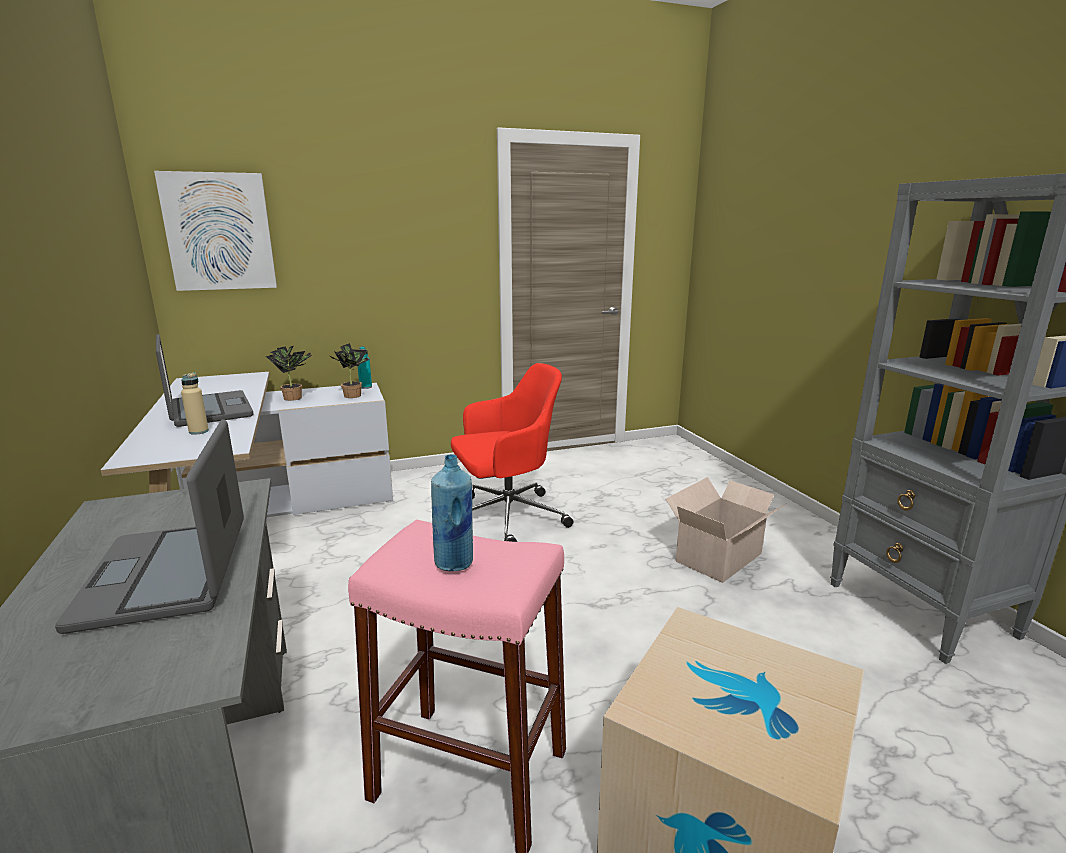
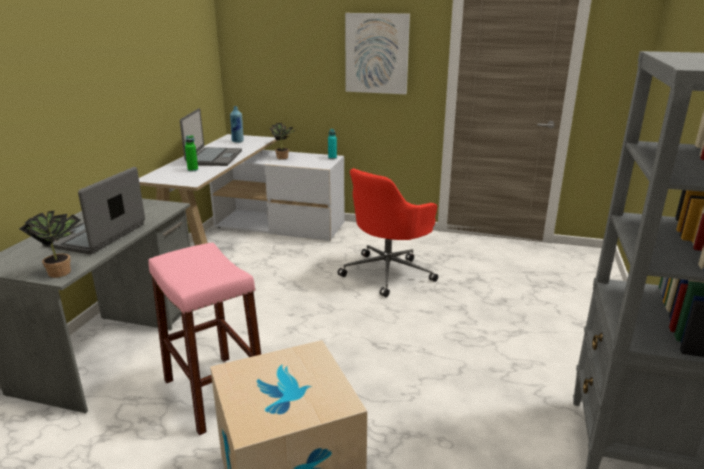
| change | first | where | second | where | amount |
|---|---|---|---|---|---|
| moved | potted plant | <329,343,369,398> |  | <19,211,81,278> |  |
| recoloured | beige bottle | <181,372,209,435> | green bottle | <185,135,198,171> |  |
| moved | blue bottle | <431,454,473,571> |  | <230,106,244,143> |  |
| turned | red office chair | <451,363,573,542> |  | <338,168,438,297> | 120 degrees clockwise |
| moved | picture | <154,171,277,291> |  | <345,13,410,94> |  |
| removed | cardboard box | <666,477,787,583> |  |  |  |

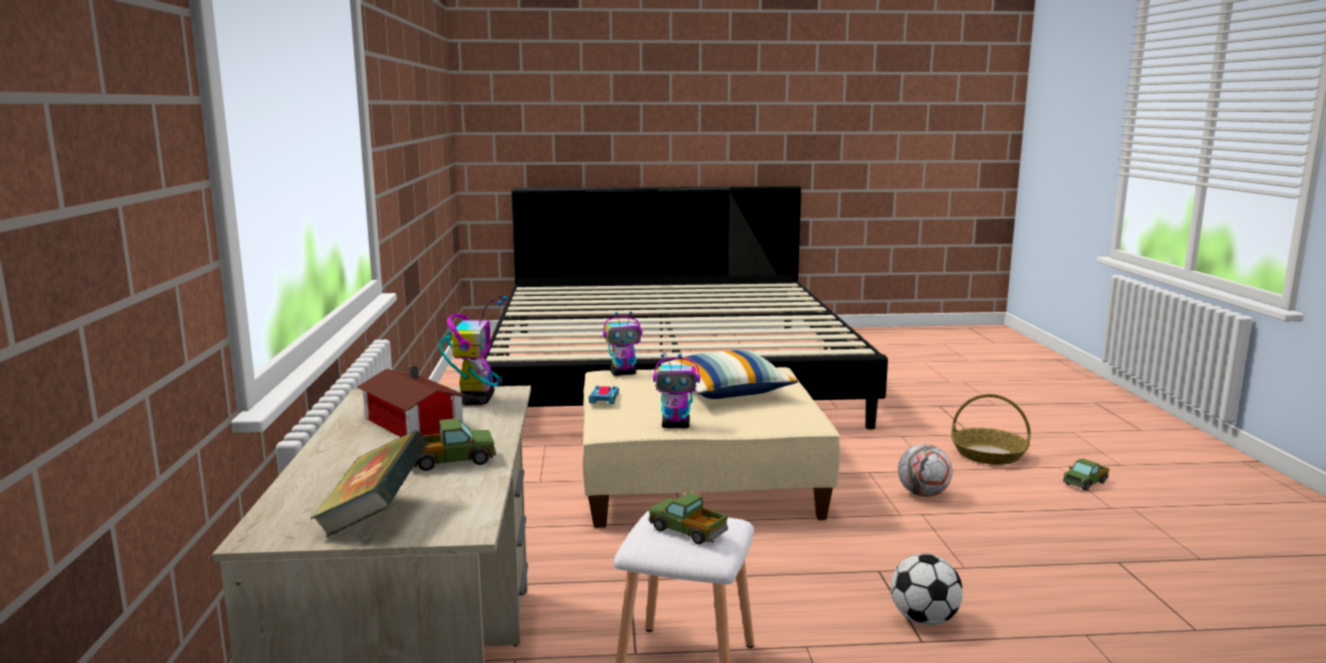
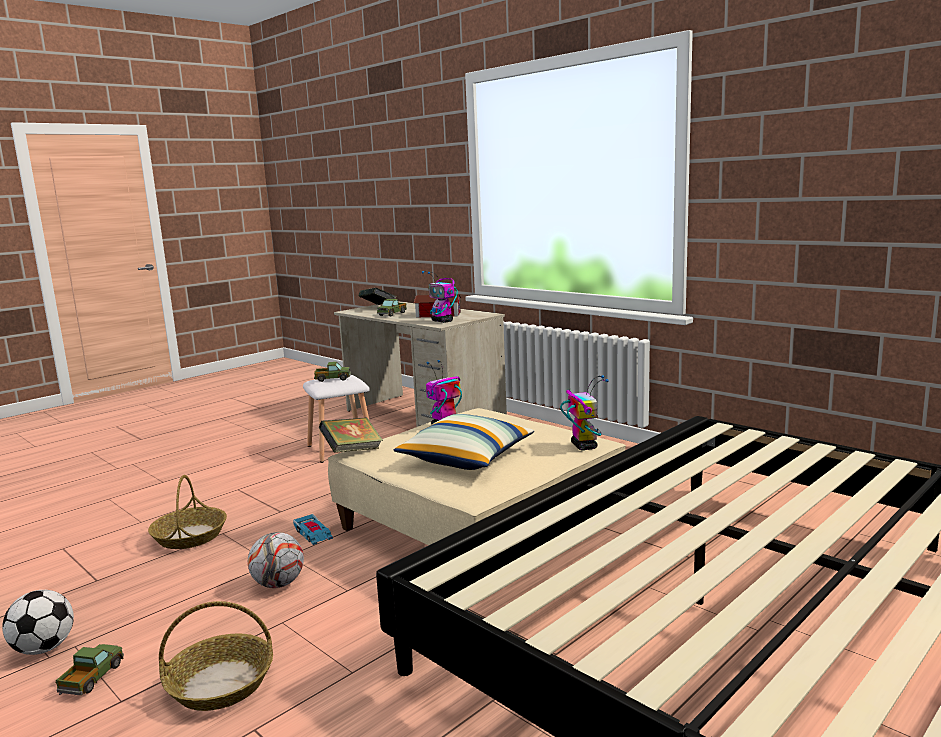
| change | first | where | second | where | amount |
|---|---|---|---|---|---|
| moved | football | <891,554,963,625> |  | <2,590,74,655> |  |
| added |  |  | basket | <148,475,227,549> |  |
| moved | toy car | <589,386,619,404> |  | <293,514,333,545> |  |
| added |  |  | book | <319,417,383,453> |  |
| turned | toy robot | <603,311,642,376> |  | <560,375,609,450> | 135 degrees clockwise |

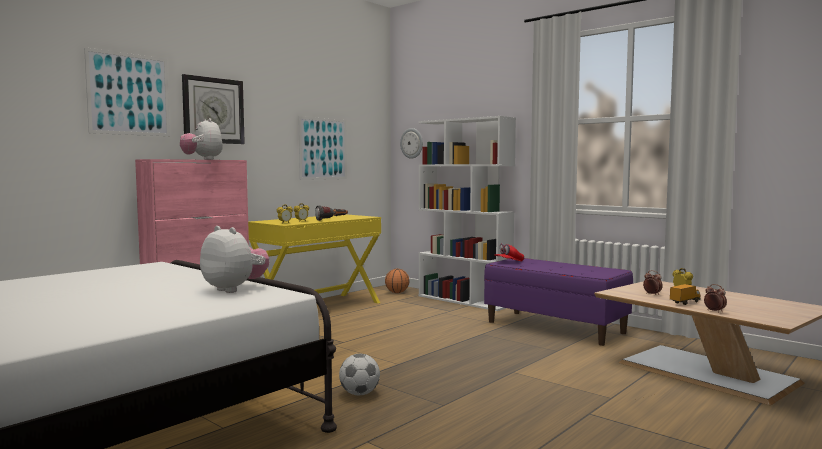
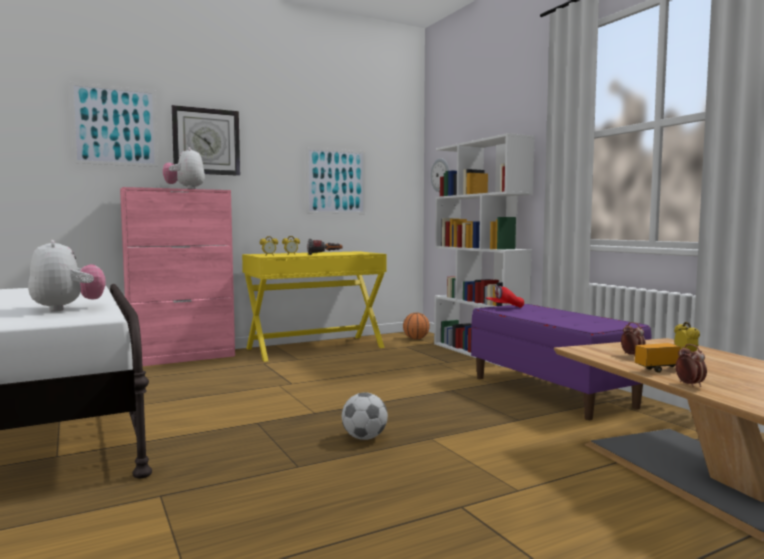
| change | first | where | second | where | amount |
|---|---|---|---|---|---|
| moved | football | <339,354,380,395> |  | <342,392,388,440> |  |

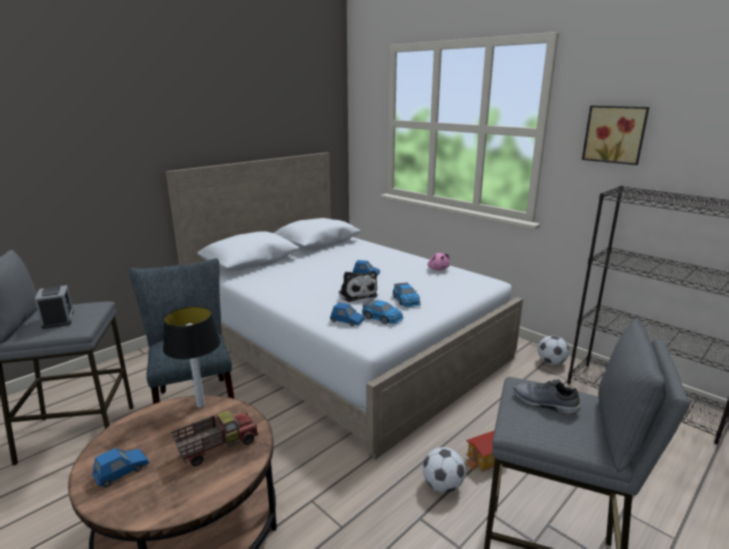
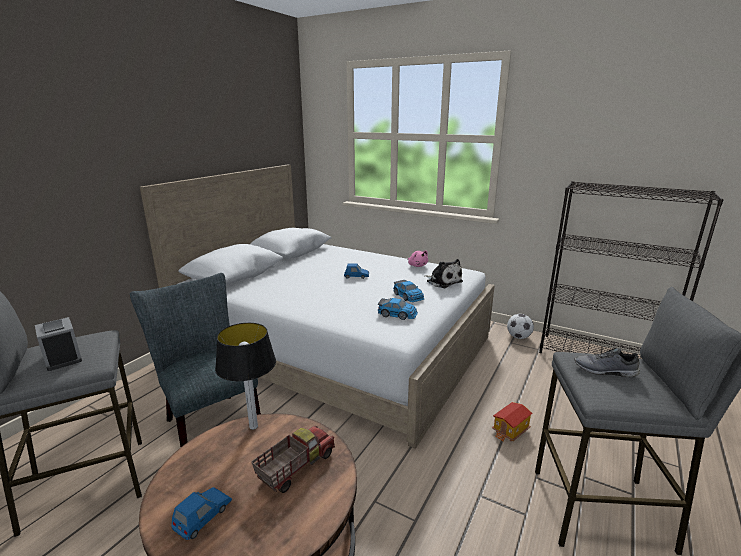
| change | first | where | second | where | amount |
|---|---|---|---|---|---|
| moved | plush toy | <338,270,378,302> |  | <425,259,463,288> |  |
| removed | blue toy car | <330,303,365,326> |  |  |  |
| removed | football | <423,447,466,493> |  |  |  |
| removed | picture | <582,106,649,165> |  |  |  |

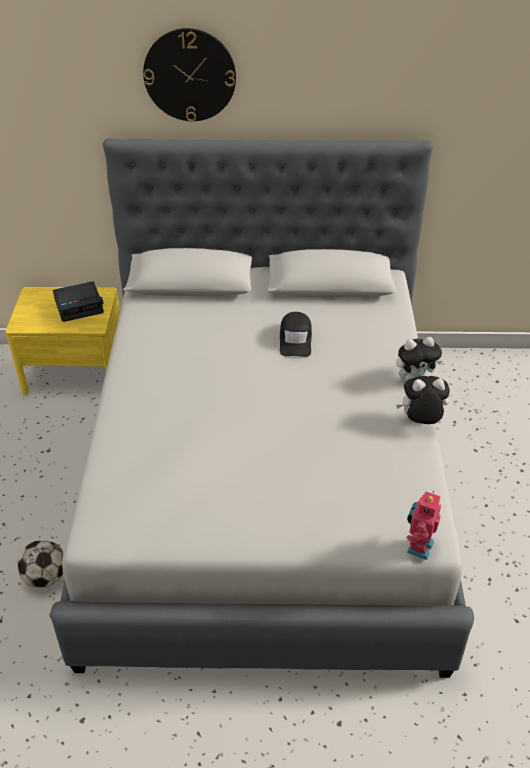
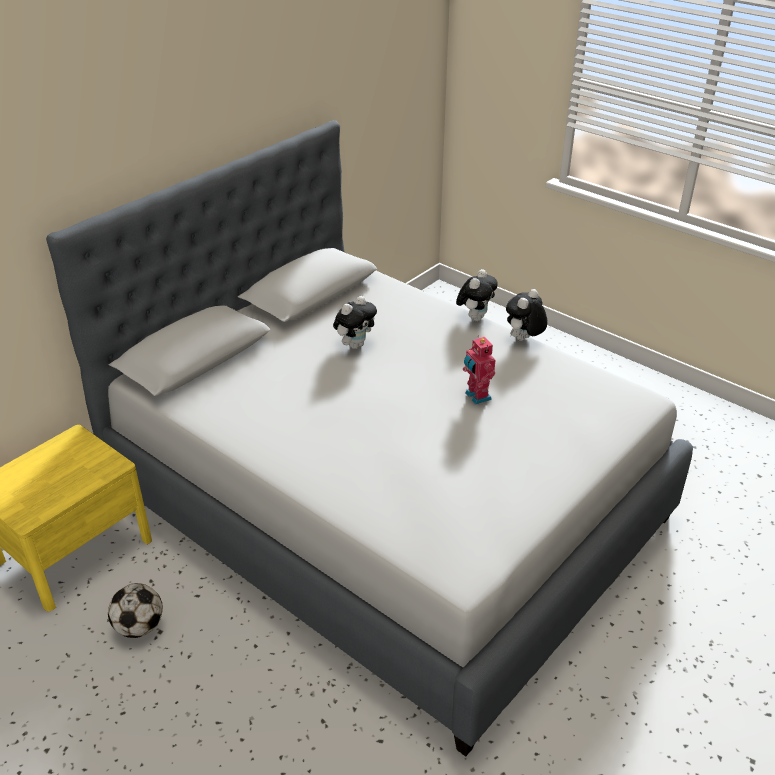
| change | first | where | second | where | amount |
|---|---|---|---|---|---|
| moved | football | <17,540,63,588> |  | <108,583,163,638> |  |
| replaced | black cap | <280,312,312,357> | plush toy | <333,296,377,349> |  |
| moved | toy robot | <407,491,441,560> |  | <463,335,495,405> |  |
| removed | alarm clock | <53,281,104,322> |  |  |  |
| removed | wall clock | <143,28,236,122> |  |  |  |

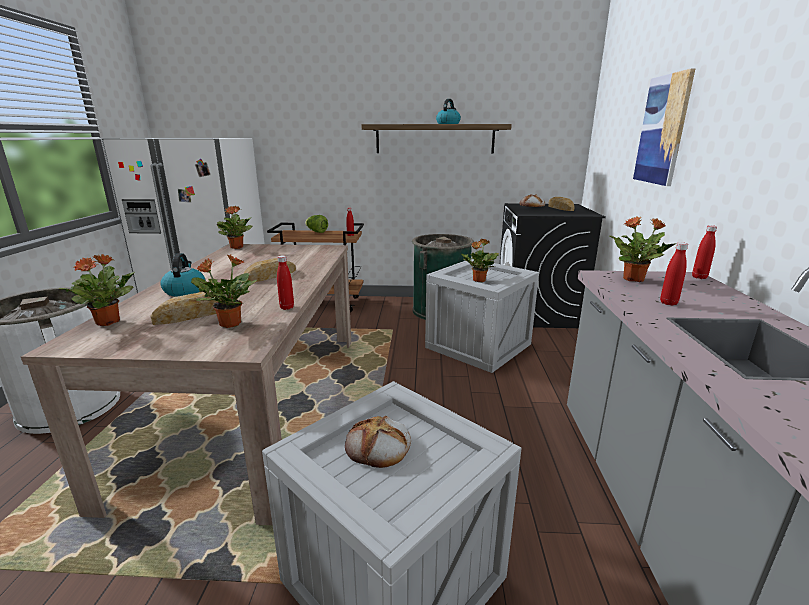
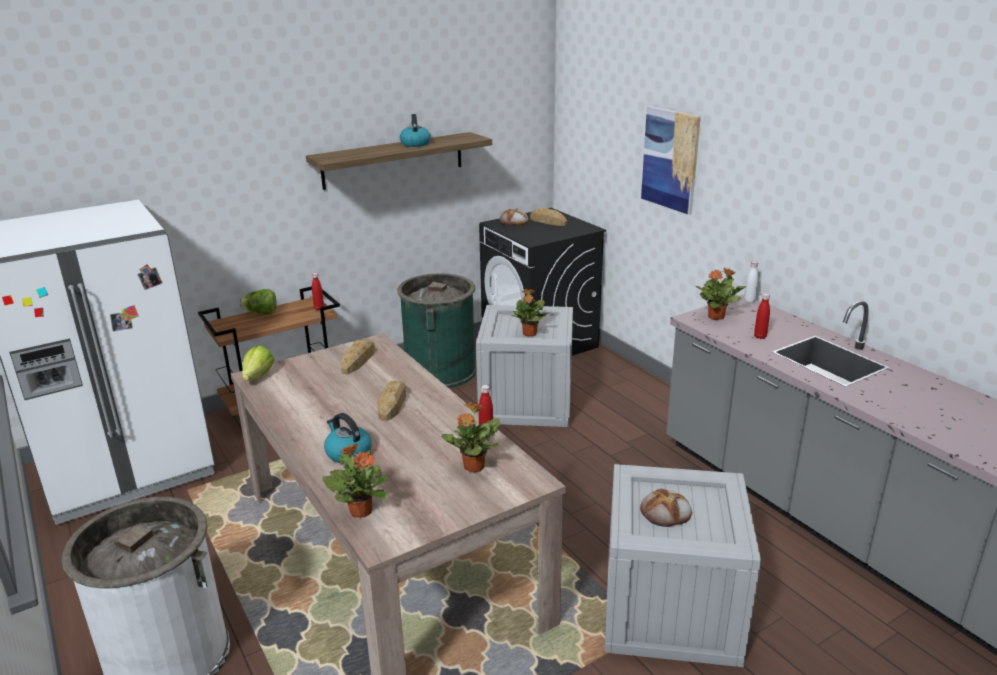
| change | first | where | second | where | amount |
|---|---|---|---|---|---|
| replaced | potted plant | <217,206,252,249> | lettuce | <242,345,274,381> |  |
| moved | bread | <150,292,221,325> |  | <341,340,375,374> |  |
| recoloured | red bottle | <692,225,717,279> | white bottle | <744,261,758,303> |  |

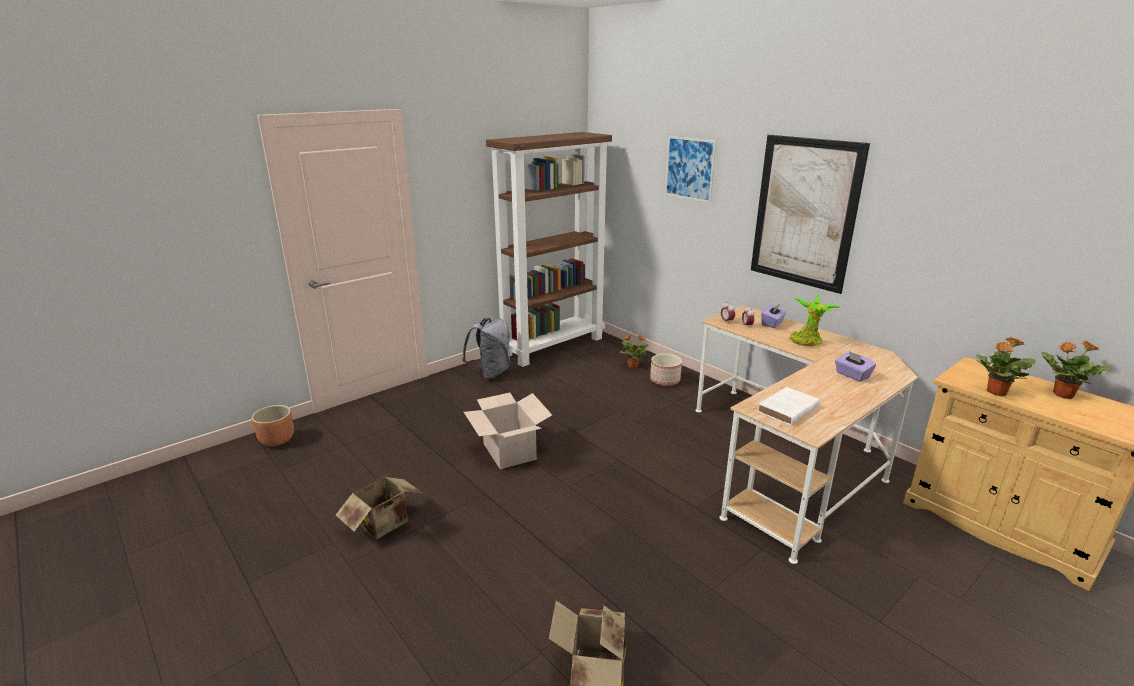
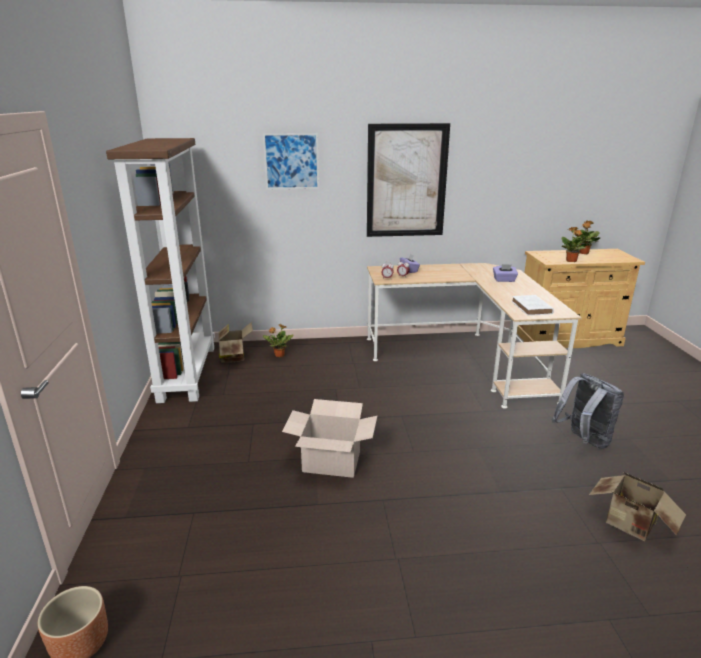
| change | first | where | second | where | amount |
|---|---|---|---|---|---|
| moved | cardboard box | <336,472,423,539> |  | <219,322,253,363> |  |
| moved | grey backpack | <462,317,511,379> |  | <552,373,624,449> |  |
| removed | planter | <650,354,682,386> |  |  |  |
| removed | potted plant | <789,294,840,346> |  |  |  |

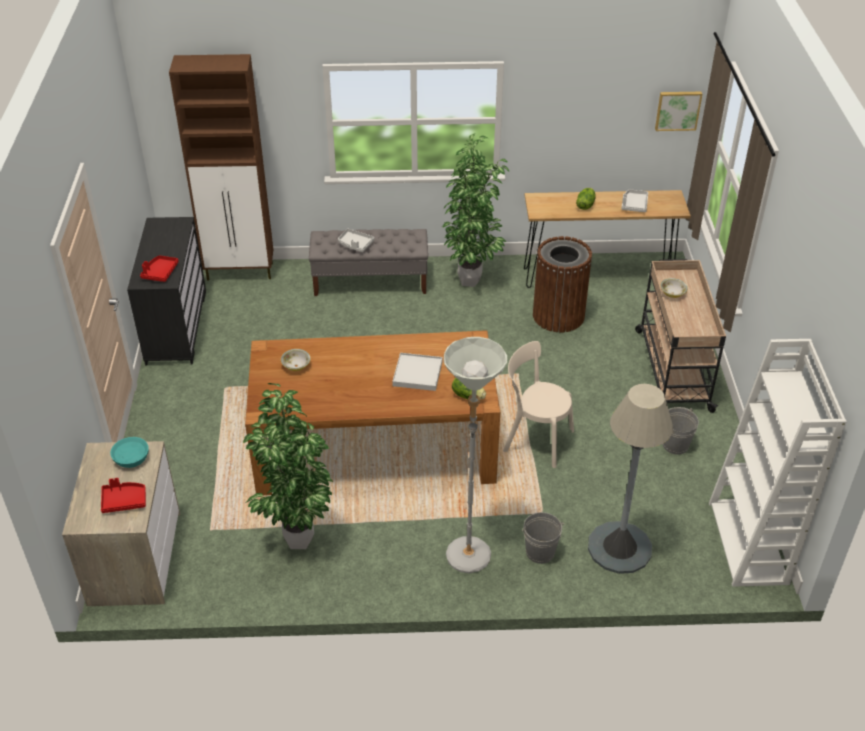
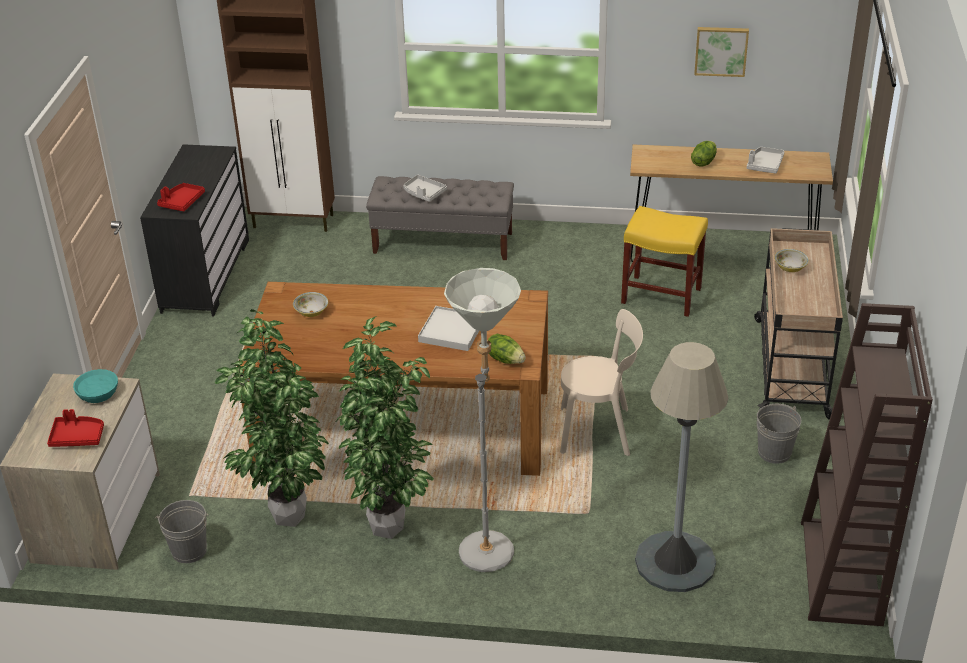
| change | first | where | second | where | amount |
|---|---|---|---|---|---|
| moved | grey bucket | <522,512,565,564> |  | <155,500,209,563> |  |
| moved | potted plant | <443,134,509,287> |  | <336,316,434,539> |  |
| turned | beige chair | <503,341,574,468> |  | <560,309,643,456> | 150 degrees clockwise |
| replaced | brown trash can | <533,236,592,332> | yellow stool | <621,206,708,317> |  |
| moved | picture | <655,92,702,131> |  | <694,27,749,77> |  |
| recoloured | white bookcase | <709,339,847,587> | brown bookcase | <801,303,933,626> |  |

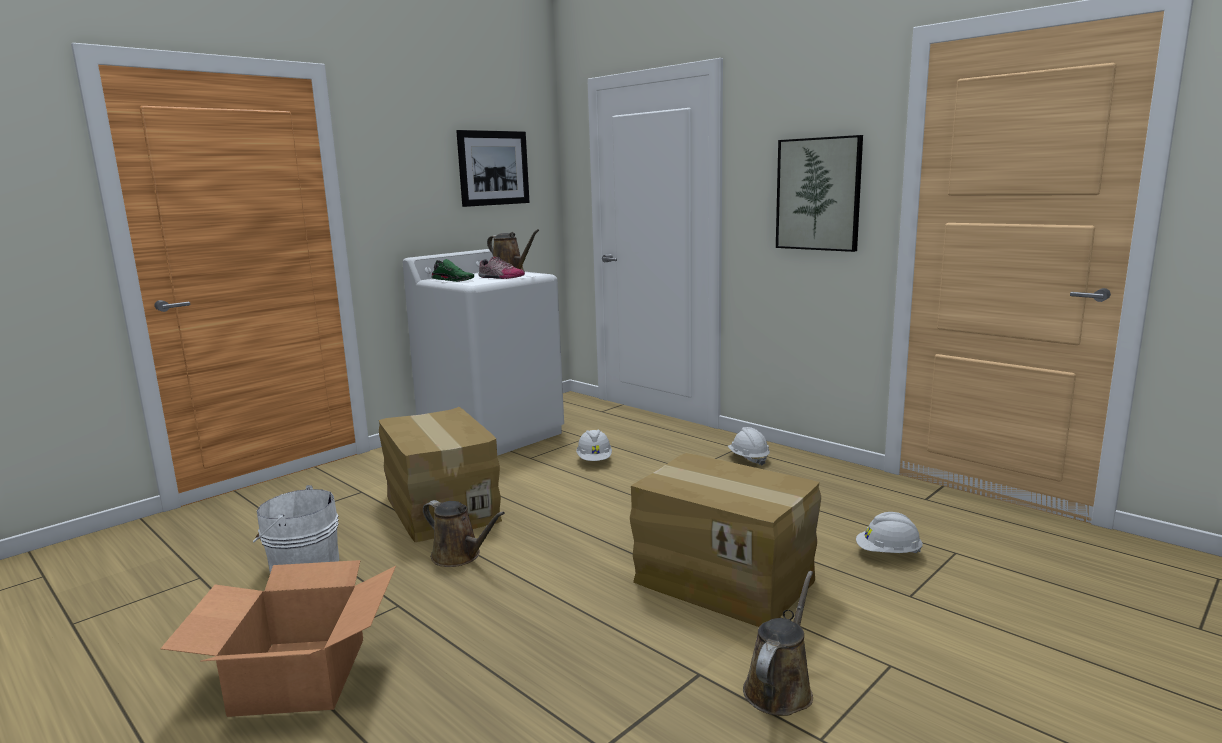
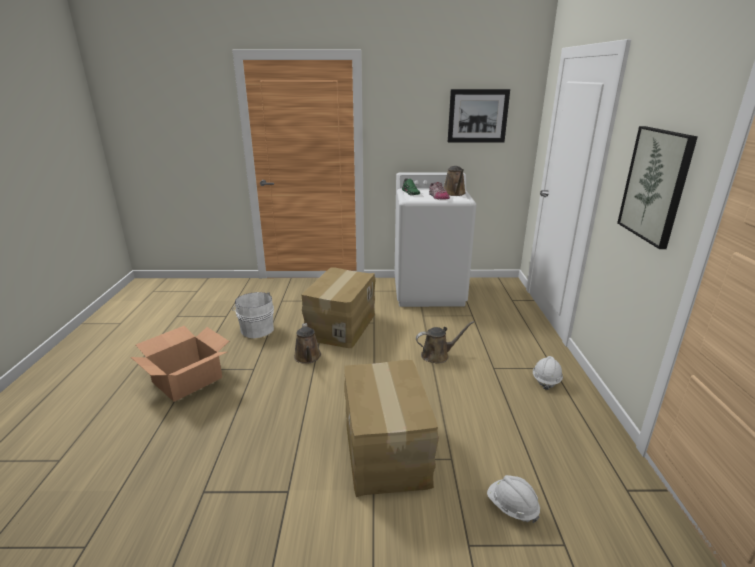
| change | first | where | second | where | amount |
|---|---|---|---|---|---|
| moved | brown watering can | <743,571,813,716> |  | <416,321,474,364> |  |
| removed | white hard hat | <576,429,612,461> |  |  |  |

